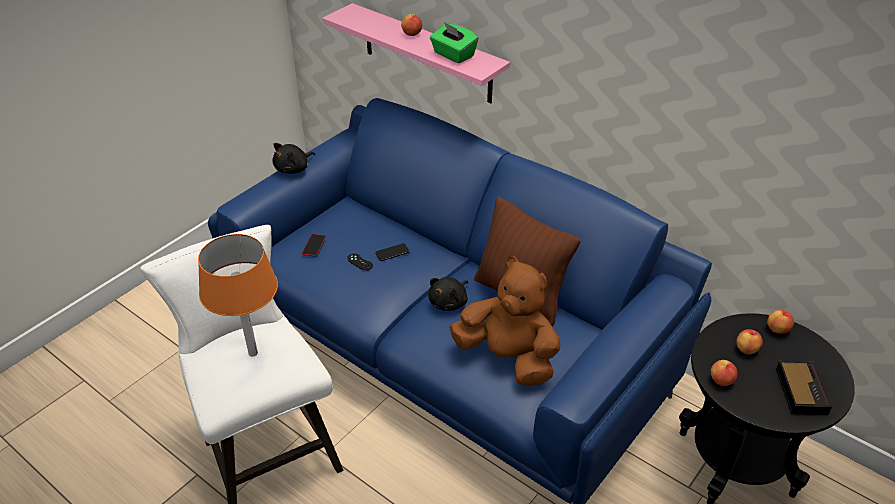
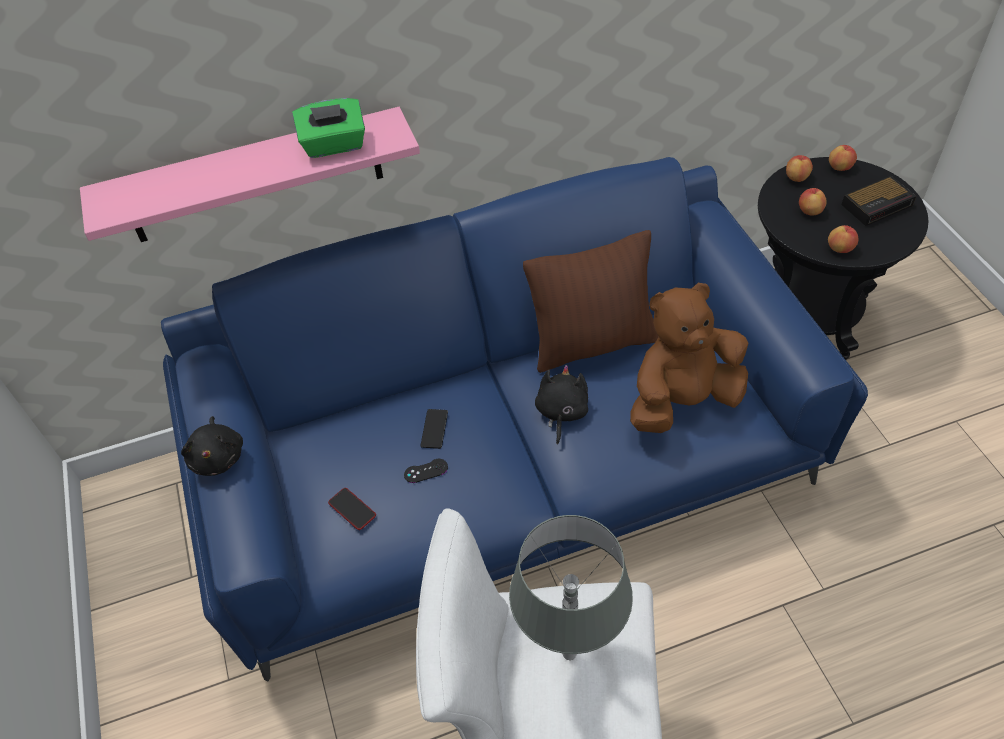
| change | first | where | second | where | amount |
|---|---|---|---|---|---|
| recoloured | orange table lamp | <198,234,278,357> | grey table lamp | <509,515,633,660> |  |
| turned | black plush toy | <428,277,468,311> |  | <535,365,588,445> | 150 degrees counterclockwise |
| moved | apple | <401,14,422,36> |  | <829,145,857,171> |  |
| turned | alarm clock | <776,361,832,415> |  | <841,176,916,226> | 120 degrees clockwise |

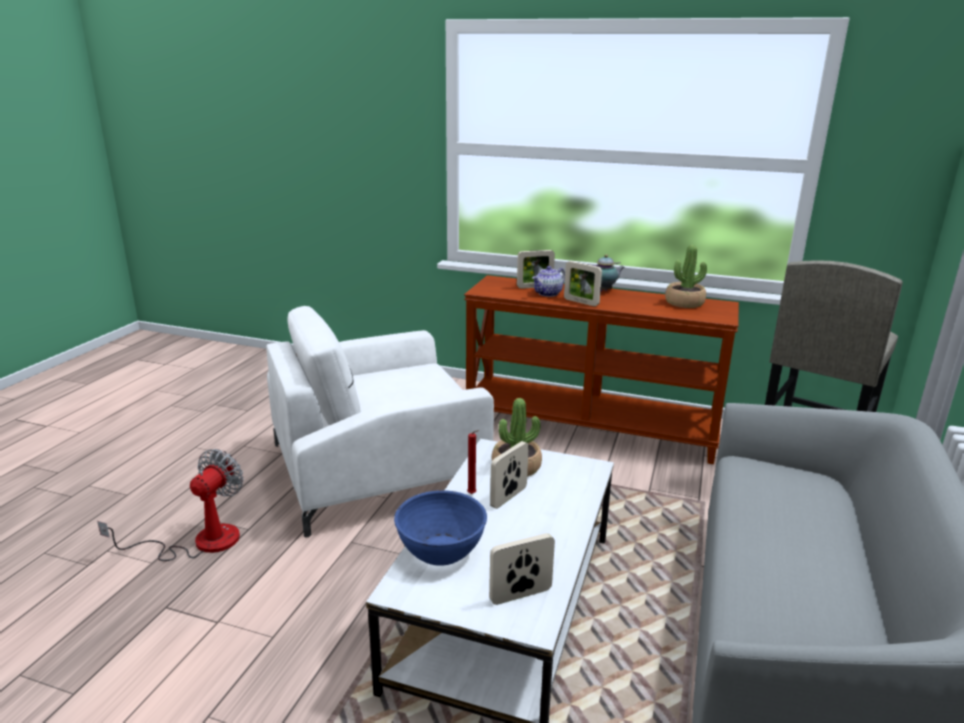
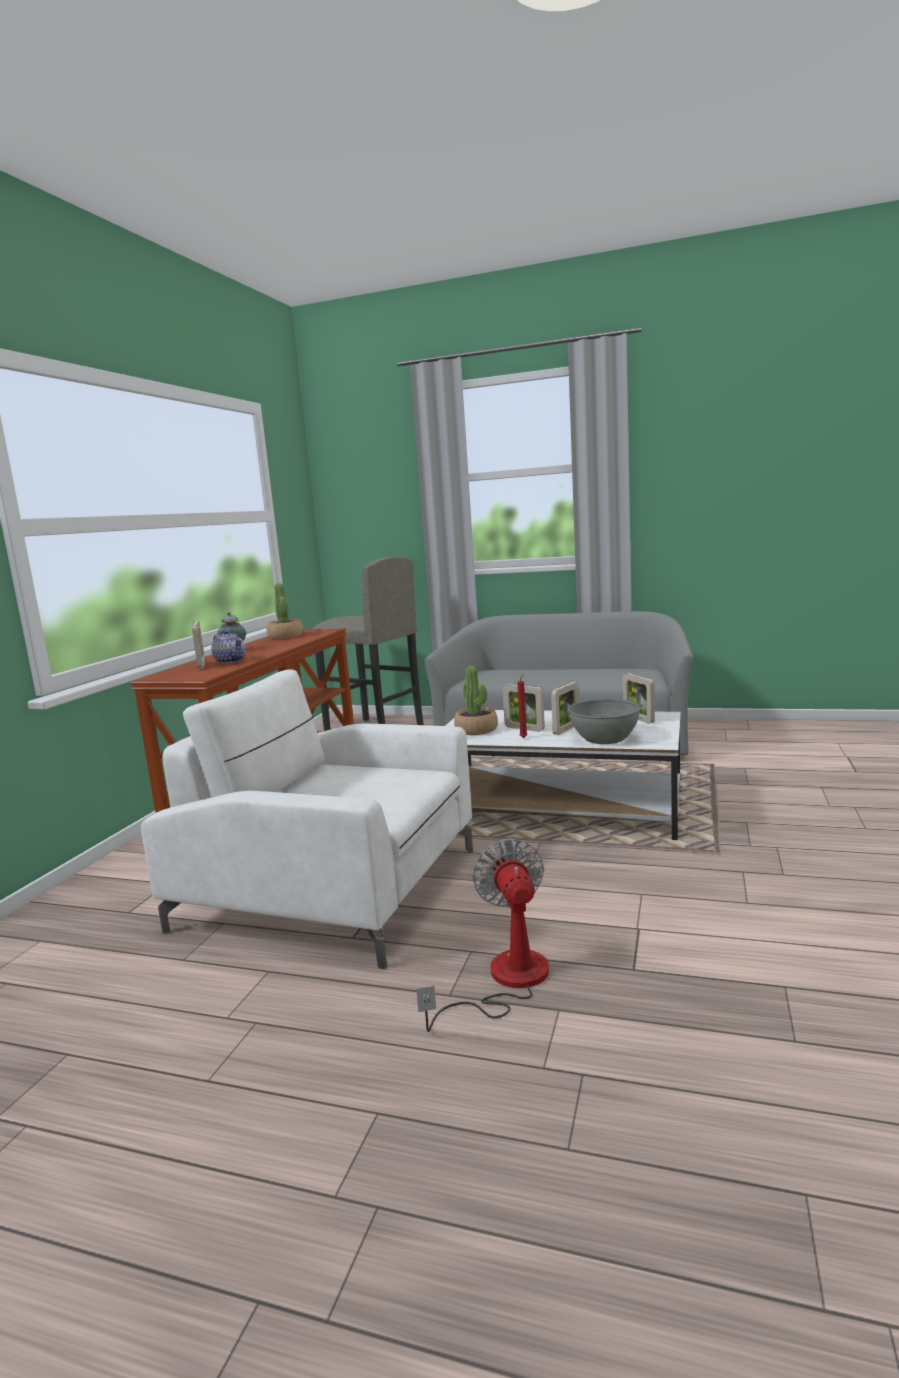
| change | first | where | second | where | amount |
|---|---|---|---|---|---|
| turned | white armchair | <266,306,494,538> |  | <141,669,473,969> | 135 degrees clockwise |
| turned | fan | <97,449,244,561> |  | <416,839,549,1032> | 60 degrees clockwise |
| moved | picture frame | <564,261,602,306> |  | <551,682,579,735> |  |
| recoloured | blue bowl | <394,490,487,566> | grey bowl | <568,699,641,744> |  |

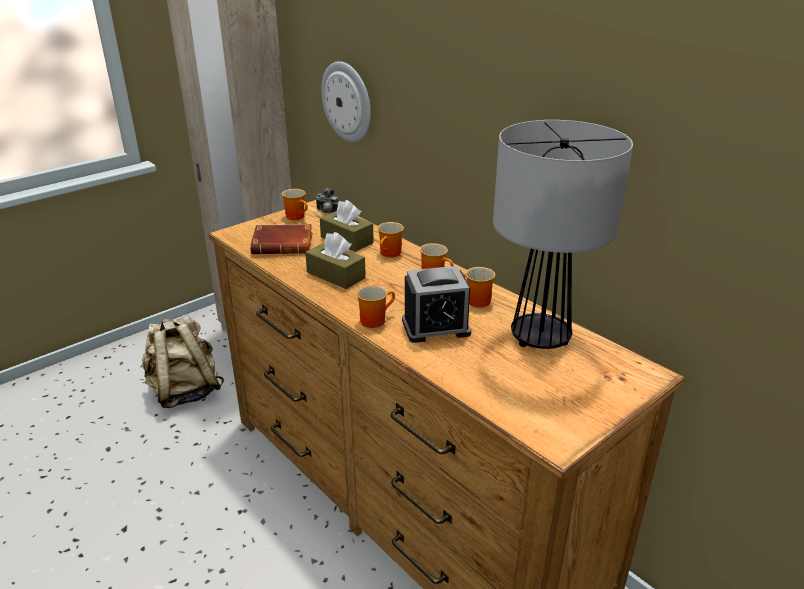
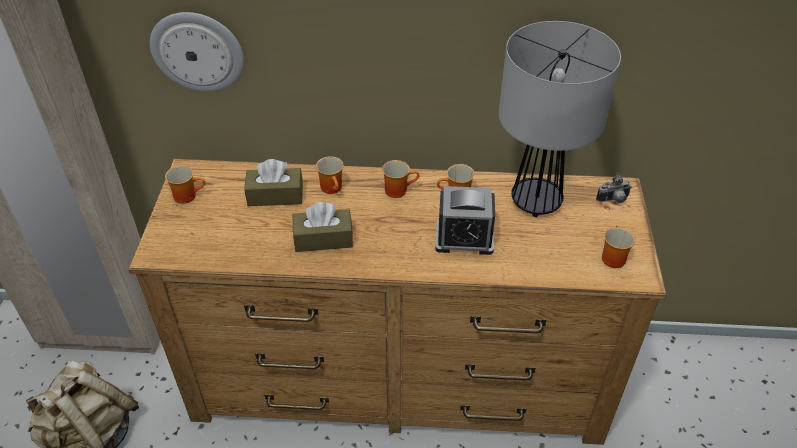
| change | first | where | second | where | amount |
|---|---|---|---|---|---|
| turned | alarm clock | <402,266,471,343> |  | <435,186,495,255> | 60 degrees clockwise |
| moved | photo camera | <315,188,339,214> |  | <596,172,632,203> |  |
| moved | mug | <356,285,395,328> |  | <602,225,635,268> |  |
| removed | brown book | <250,224,313,255> |  |  |  |

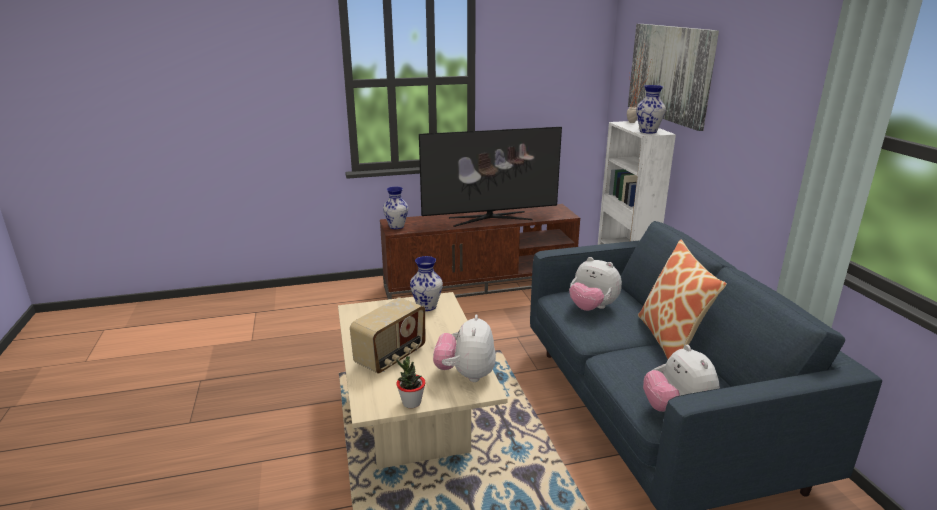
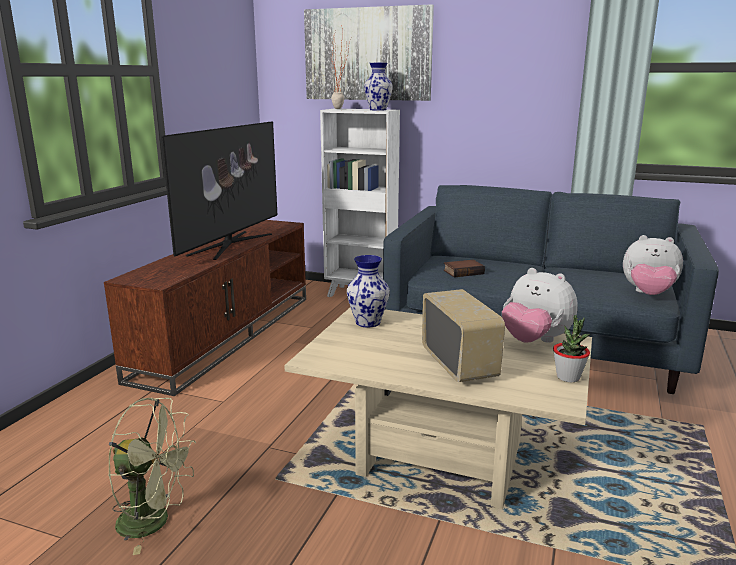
| change | first | where | second | where | amount |
|---|---|---|---|---|---|
| added |  |  | green fan | <108,398,196,555> |  |
| replaced | plush toy | <569,257,622,311> | book | <444,260,485,277> |  |
| removed | vase | <383,187,408,229> |  |  |  |
| removed | pillow | <638,239,727,359> |  |  |  |

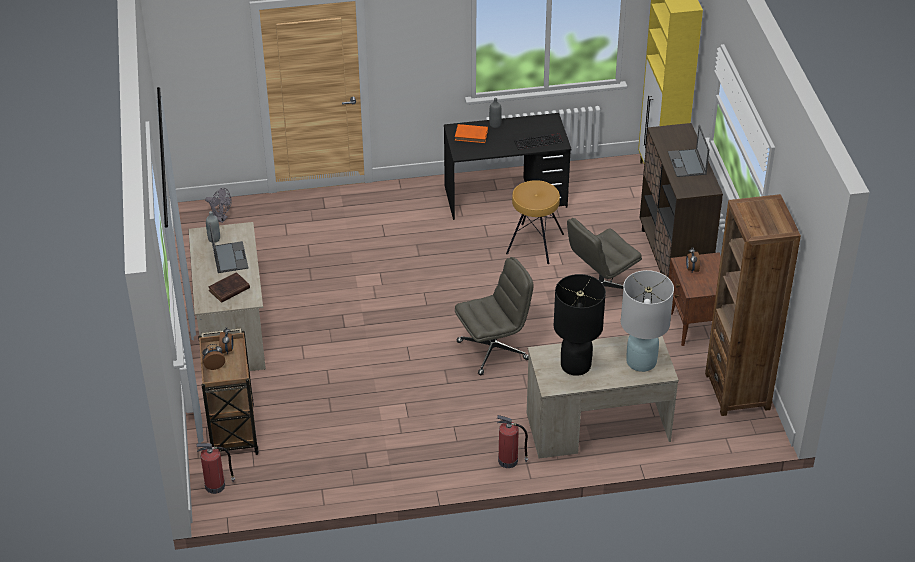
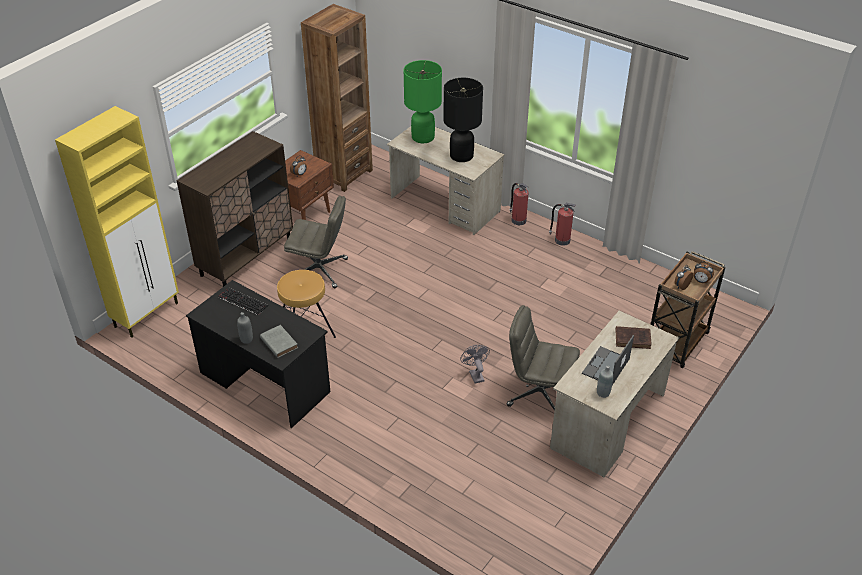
| change | first | where | second | where | amount |
|---|---|---|---|---|---|
| recoloured | orange book | <455,124,488,143> | grey book | <260,325,298,358> |  |
| recoloured | white table lamp | <621,270,674,372> | green table lamp | <403,60,442,143> |  |
| moved | grey fan | <205,188,232,223> |  | <460,345,490,384> |  |
| moved | grey office chair | <455,257,534,375> |  | <507,305,580,411> |  |
| moved | fire extinguisher | <197,443,235,494> |  | <549,203,576,246> |  |
| removed | laptop | <668,125,710,177> |  |  |  |

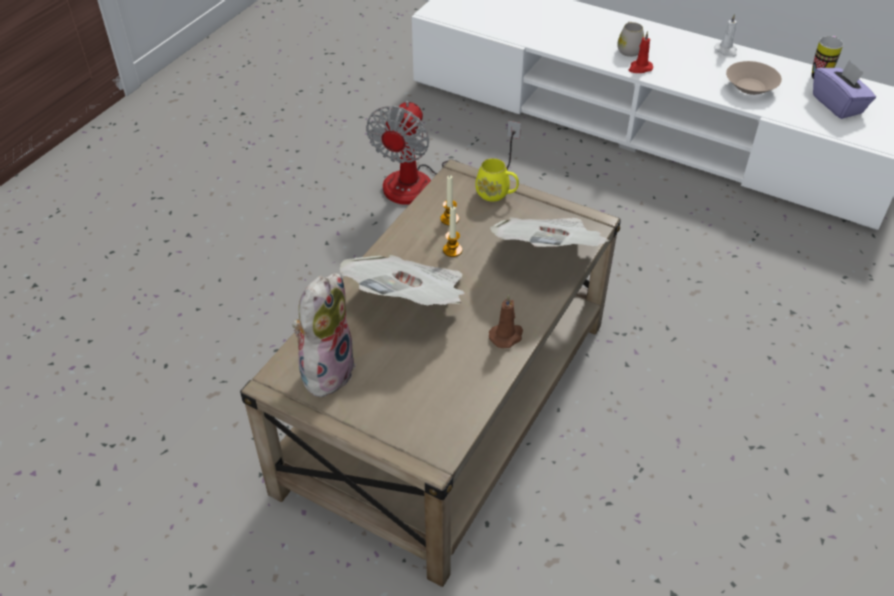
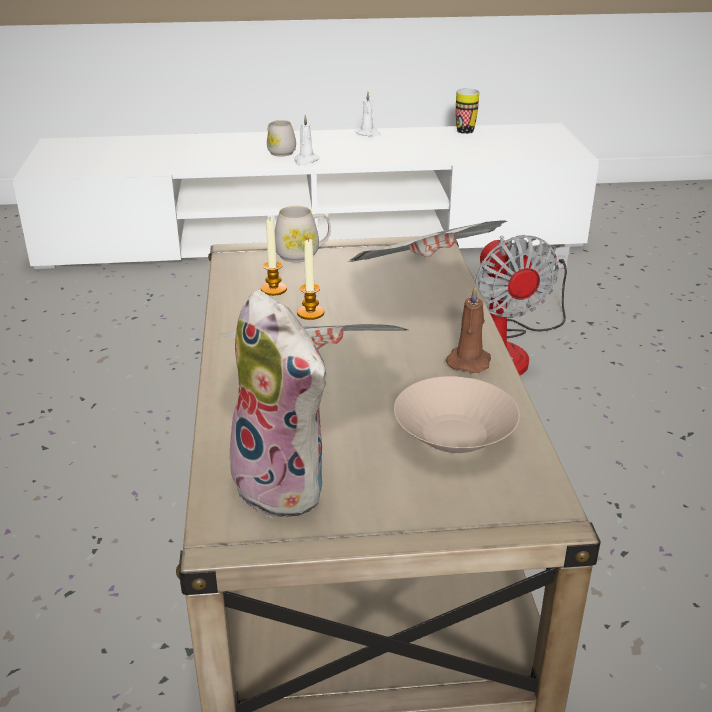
| change | first | where | second | where | amount |
|---|---|---|---|---|---|
| turned | plush toy | <292,273,356,399> |  | <230,290,328,519> | 150 degrees clockwise |
| recoloured | yellow mug | <475,158,519,202> | white mug | <275,206,331,262> |  |
| recoloured | red candle | <629,31,653,73> | white candle | <294,115,320,165> |  |
| moved | beige bowl | <726,61,782,95> |  | <394,376,520,453> |  |
| moved | fan | <366,101,521,205> |  | <475,235,570,375> |  |
| removed | purple tissue box | <813,60,876,119> |  |  |  |

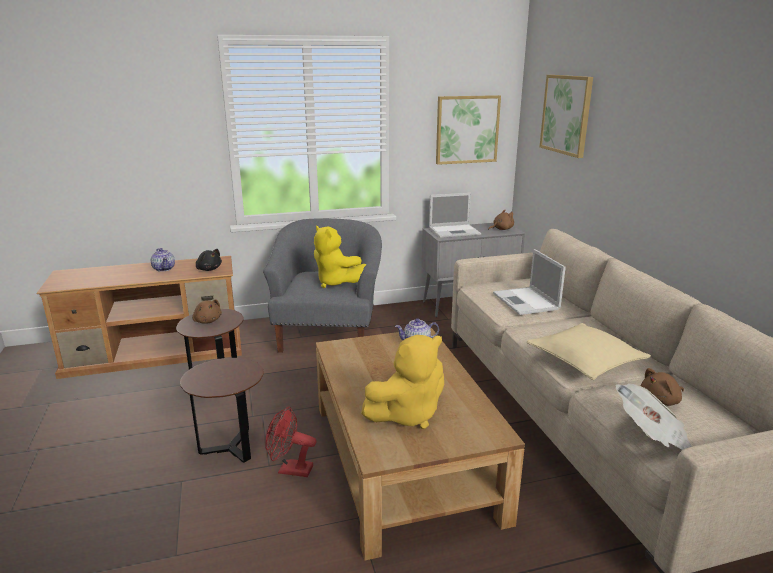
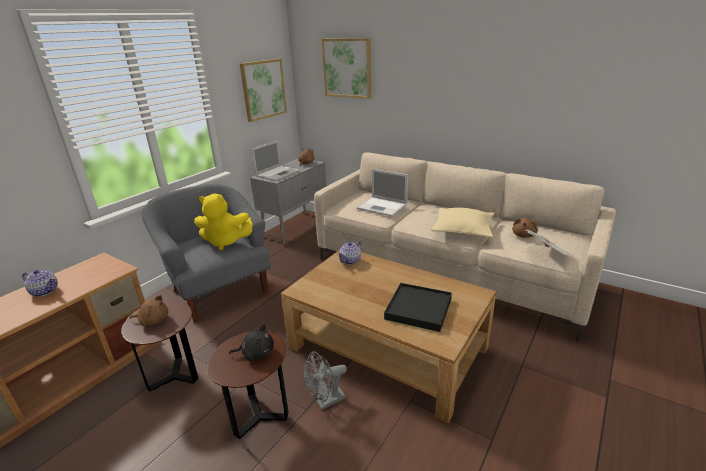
| change | first | where | second | where | amount |
|---|---|---|---|---|---|
| moved | black plush toy | <196,249,222,271> |  | <229,324,274,361> |  |
| recoloured | red fan | <265,407,316,477> | grey fan | <304,351,347,410> |  |
| replaced | yellow plush toy | <361,335,444,429> | black tray | <384,283,452,332> |  |

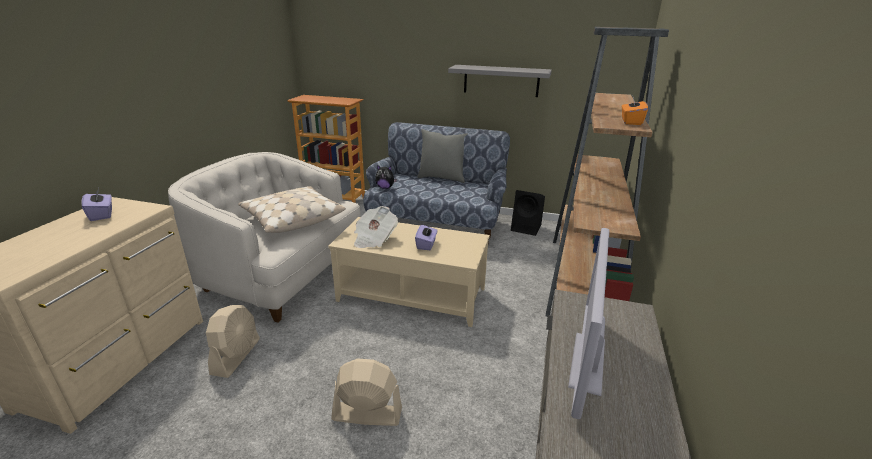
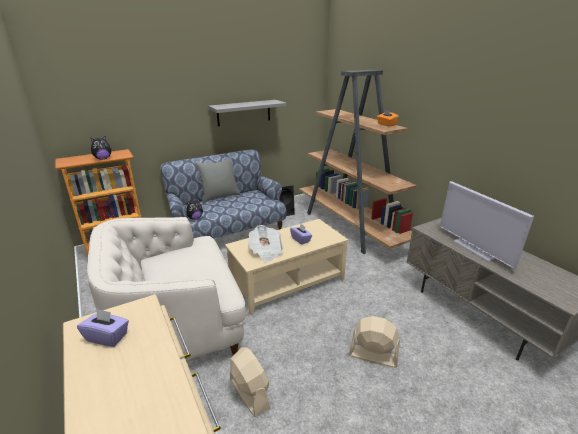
| change | first | where | second | where | amount |
|---|---|---|---|---|---|
| added |  |  | plush toy | <91,136,112,160> |  |
| turned | beige fan | <331,358,402,426> |  | <349,316,400,368> | 60 degrees clockwise |
| removed | beige pillow | <238,186,346,233> |  |  |  |

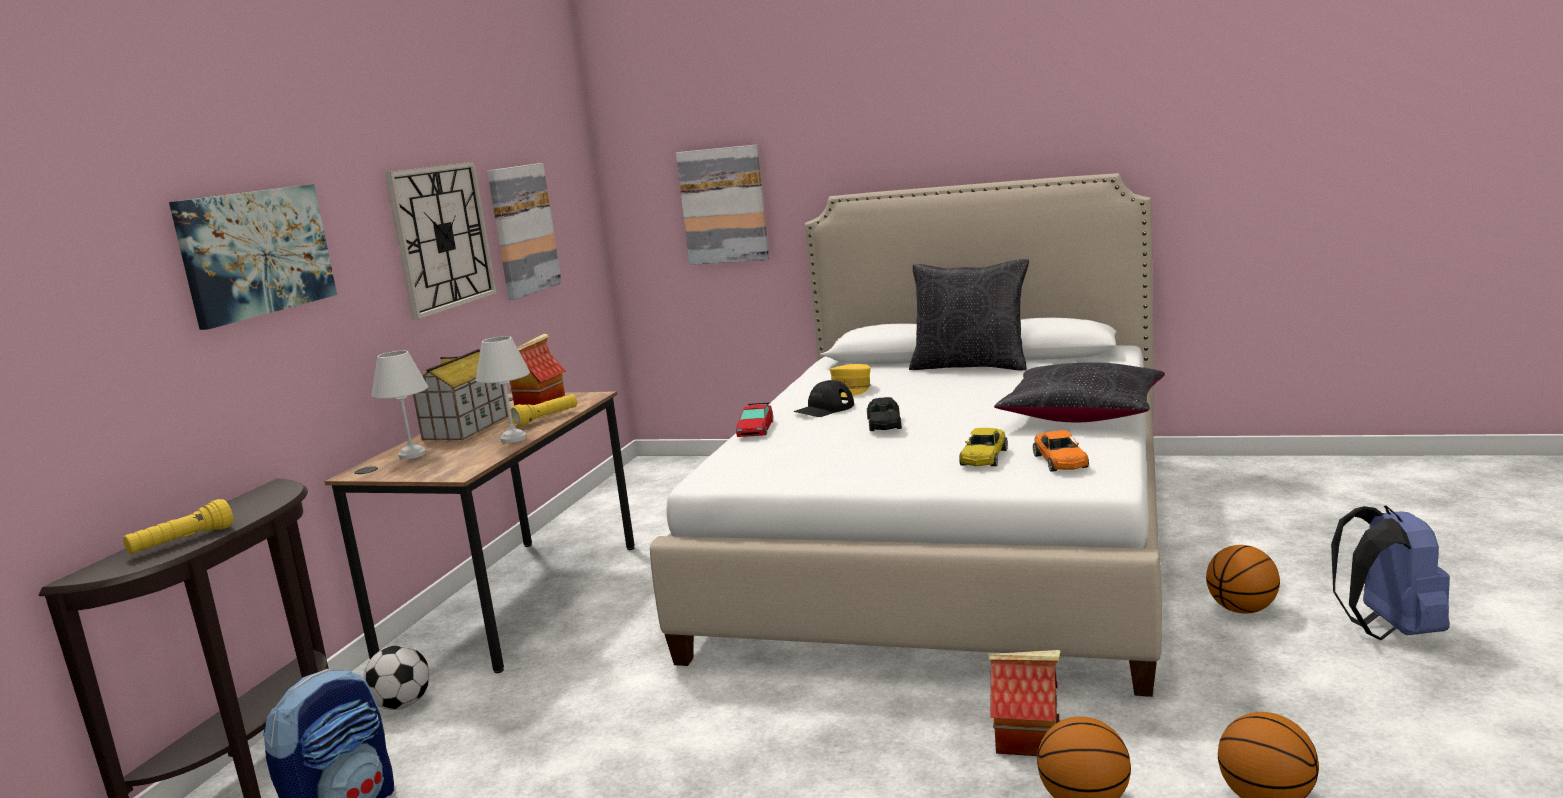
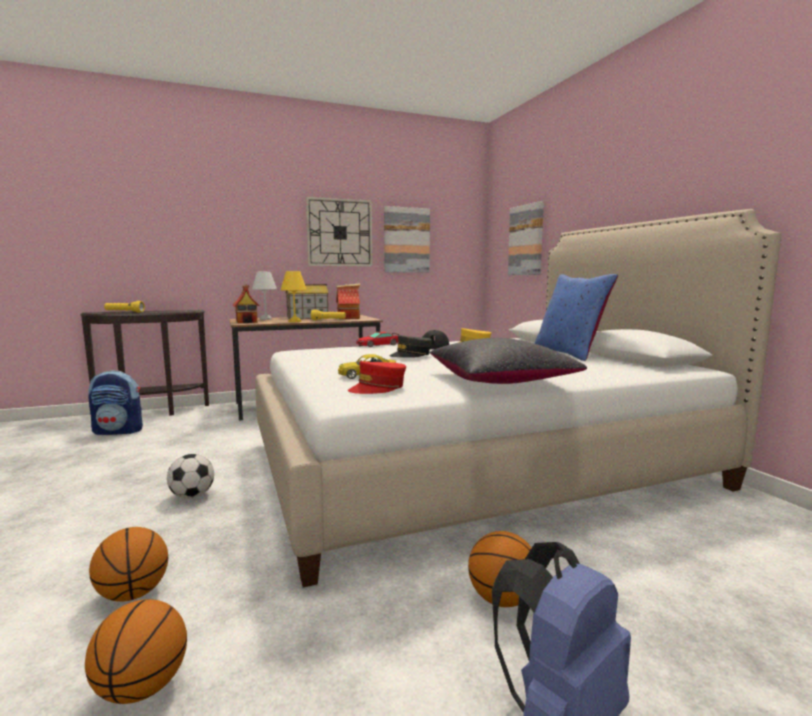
| change | first | where | second | where | amount |
|---|---|---|---|---|---|
| moved | football | <363,645,430,710> |  | <167,454,214,499> |  |
| moved | toy house | <987,650,1061,756> |  | <233,285,259,323> |  |
| recoloured | white table lamp | <476,336,530,443> | yellow table lamp | <281,271,307,322> |  |
| replaced | orange toy car | <1033,430,1089,472> | red cap | <348,361,406,394> |  |
| replaced | black toy car | <867,397,902,431> | grey cap | <389,335,432,358> |  |
| recoloured | black pillow | <909,259,1029,370> | blue pillow | <534,274,618,361> |  |
| removed | picture | <169,184,337,330> |  |  |  |

